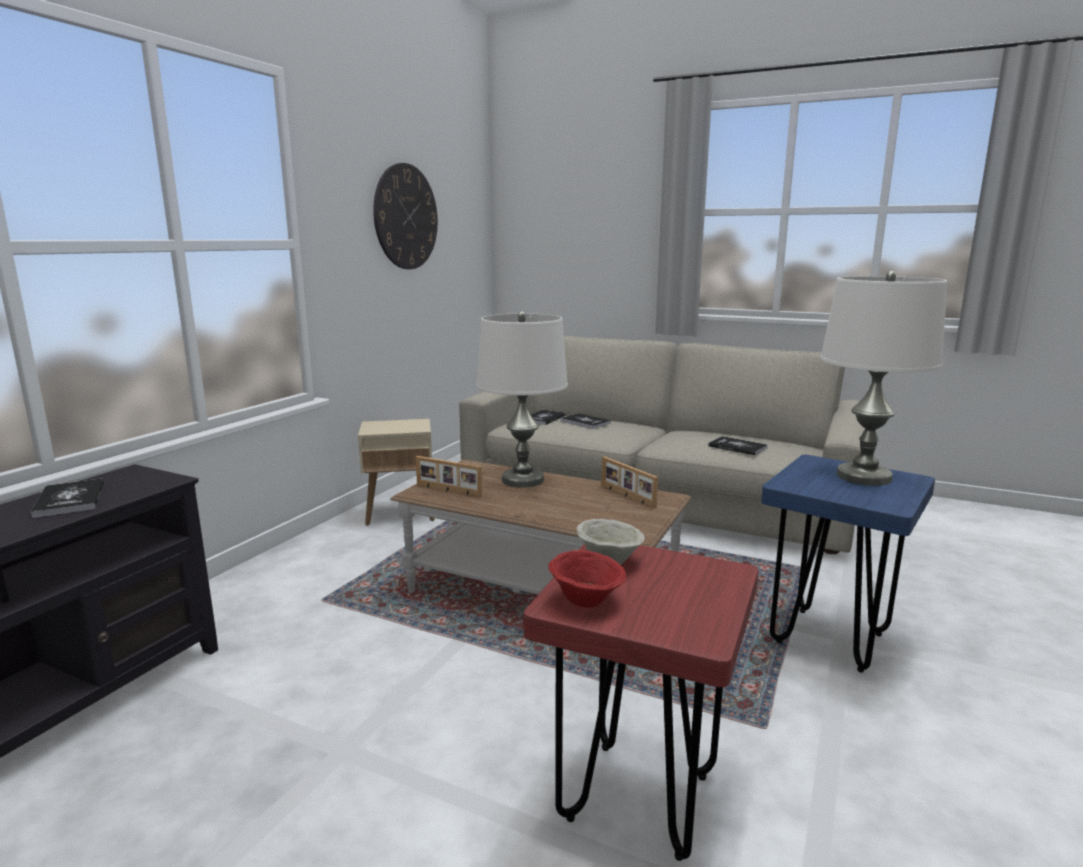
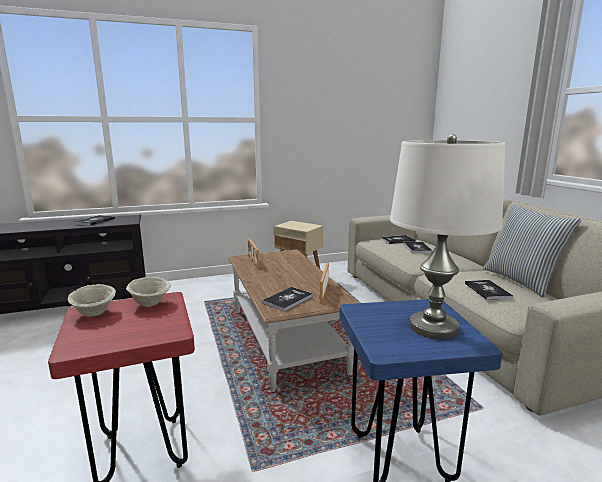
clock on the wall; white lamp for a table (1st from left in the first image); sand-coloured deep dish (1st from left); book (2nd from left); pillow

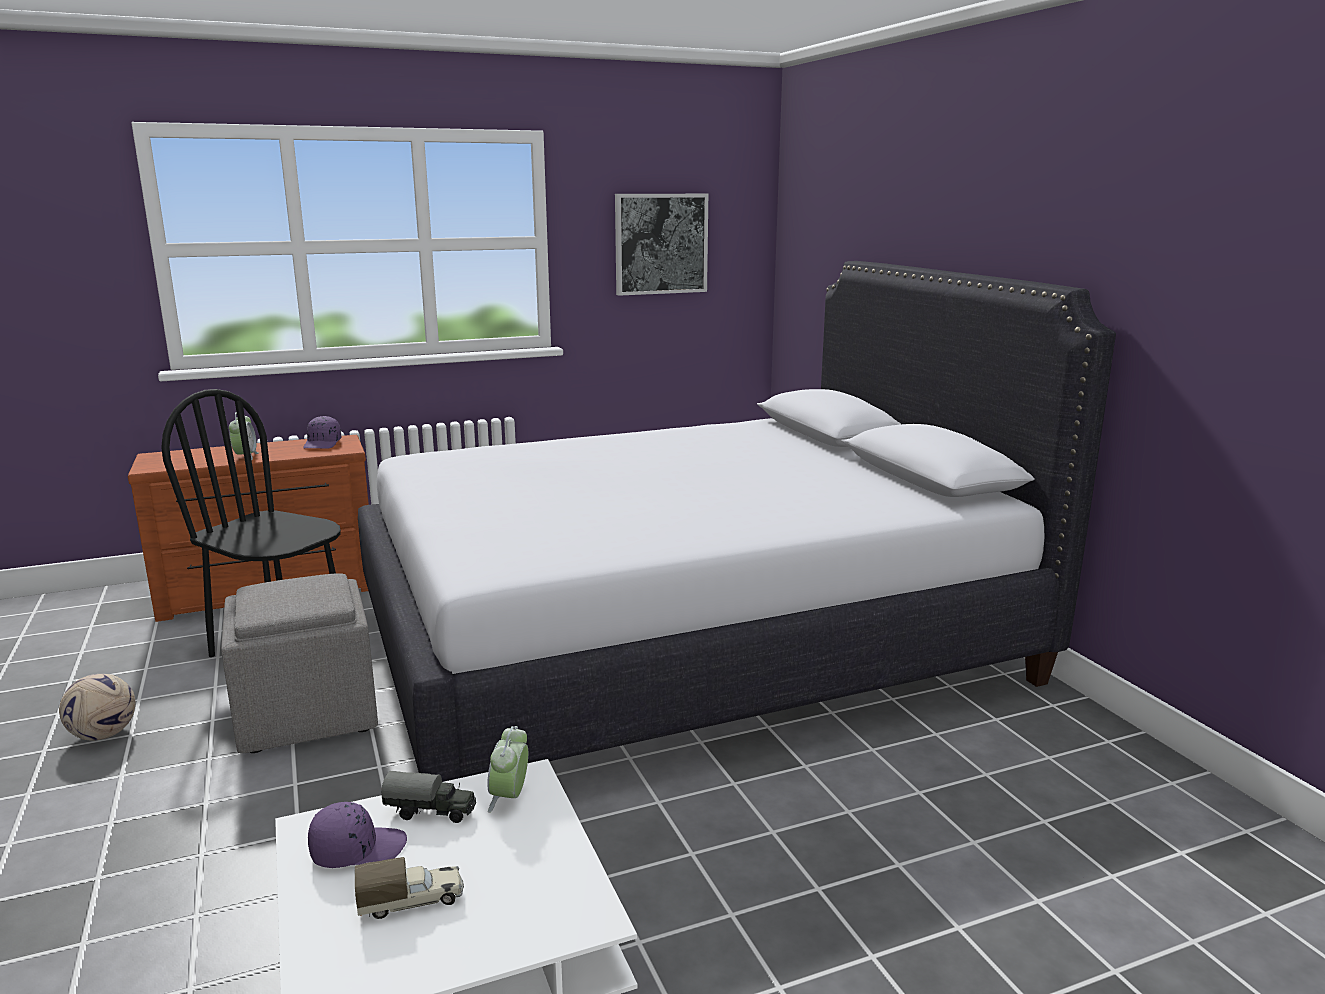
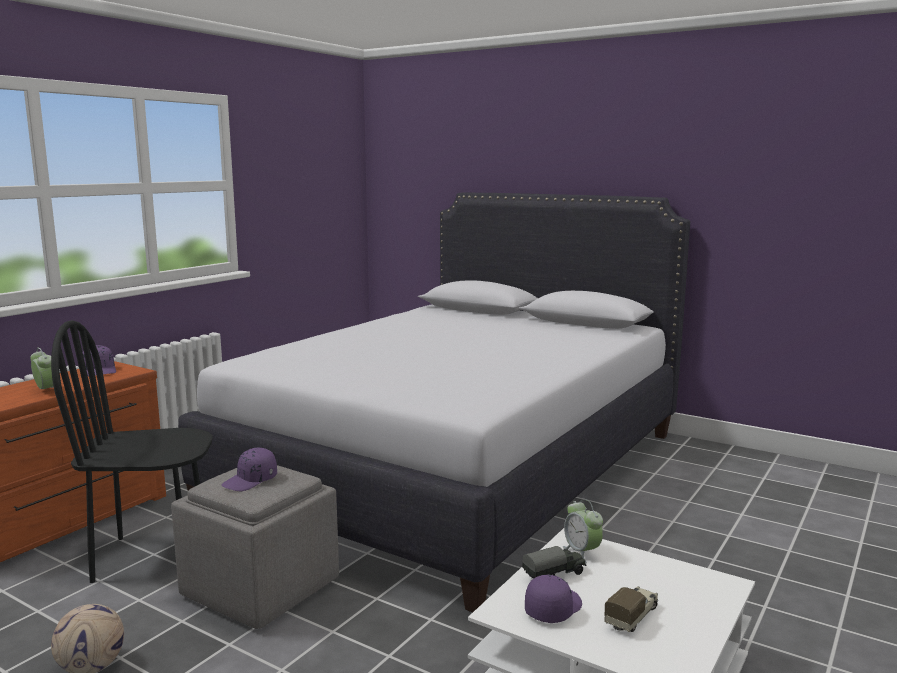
picture; purple-coloured peaked cap (2nd from left)

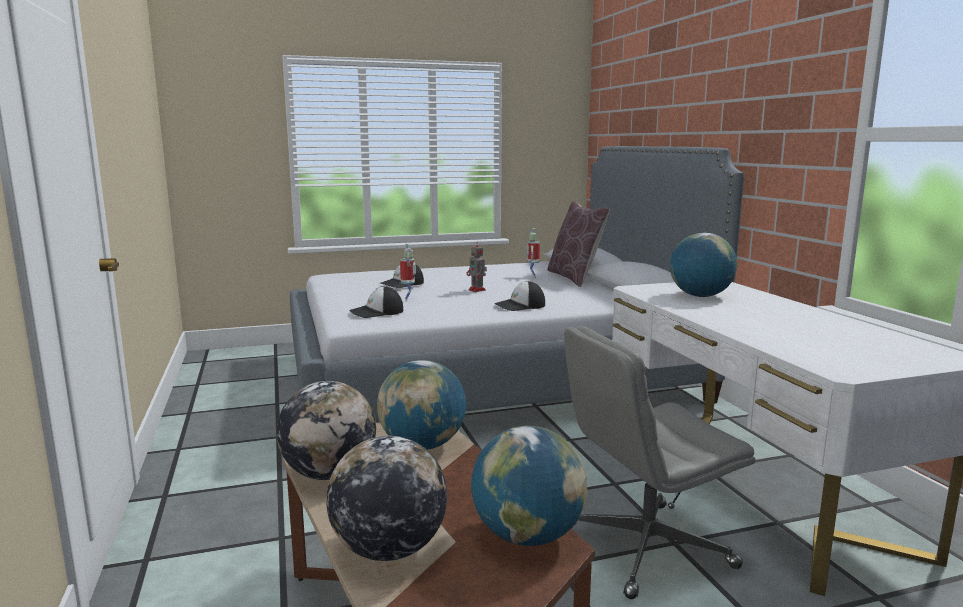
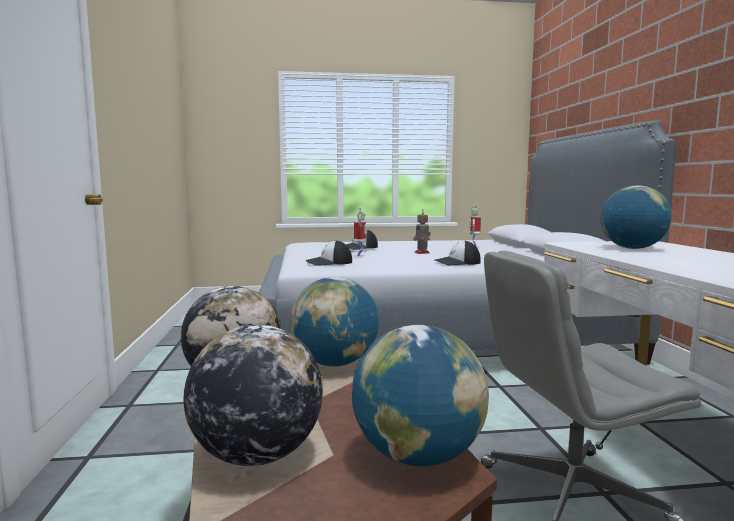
brown pillow

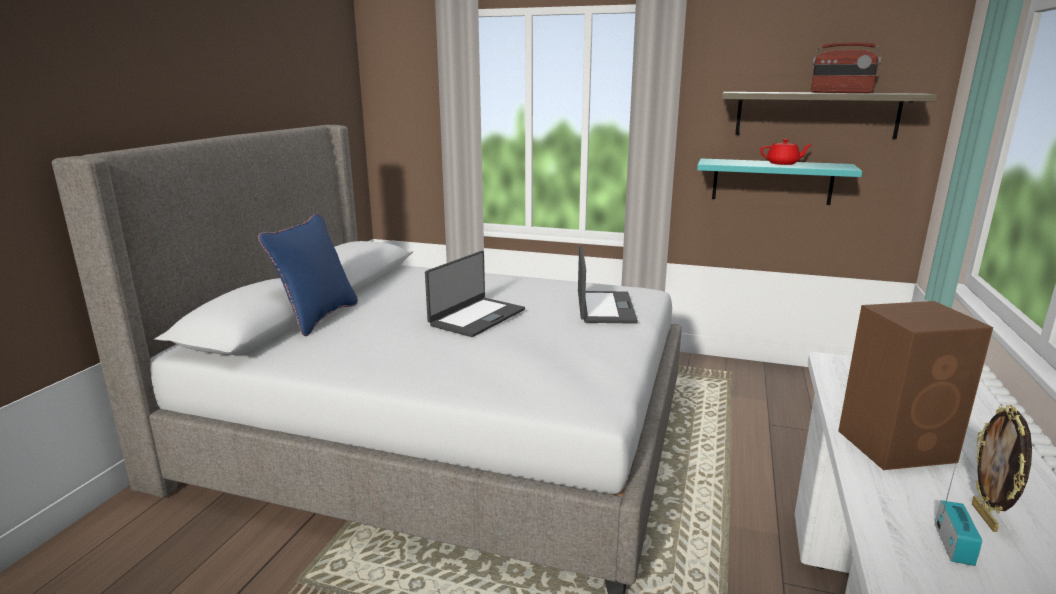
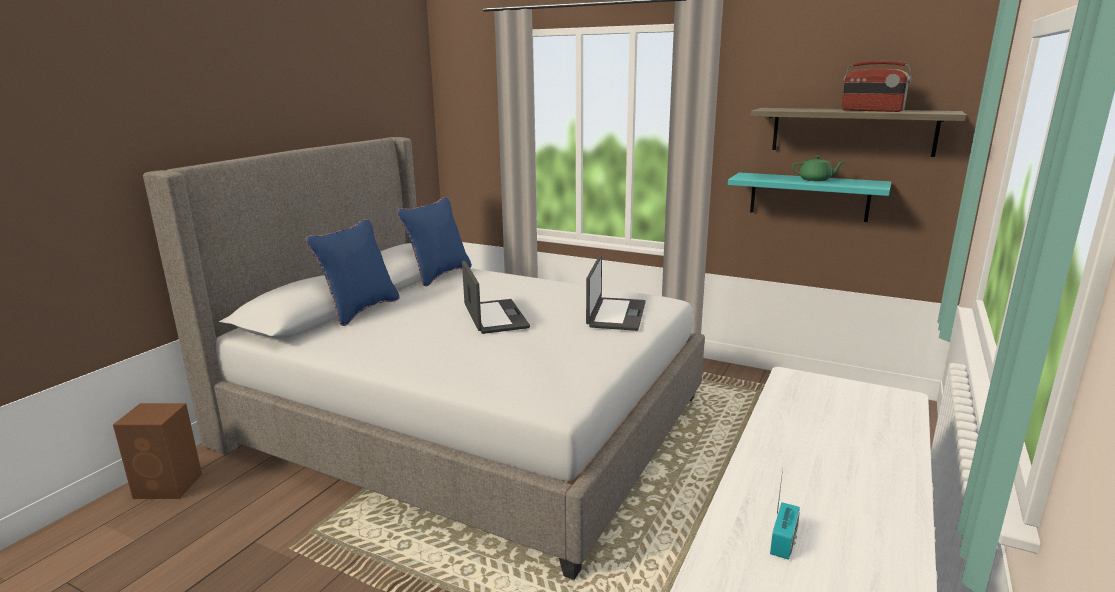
portable computer (1st from left); green-coloured pot for tea; brown audio speaker; picture frame; bluish pillow (2nd from left)

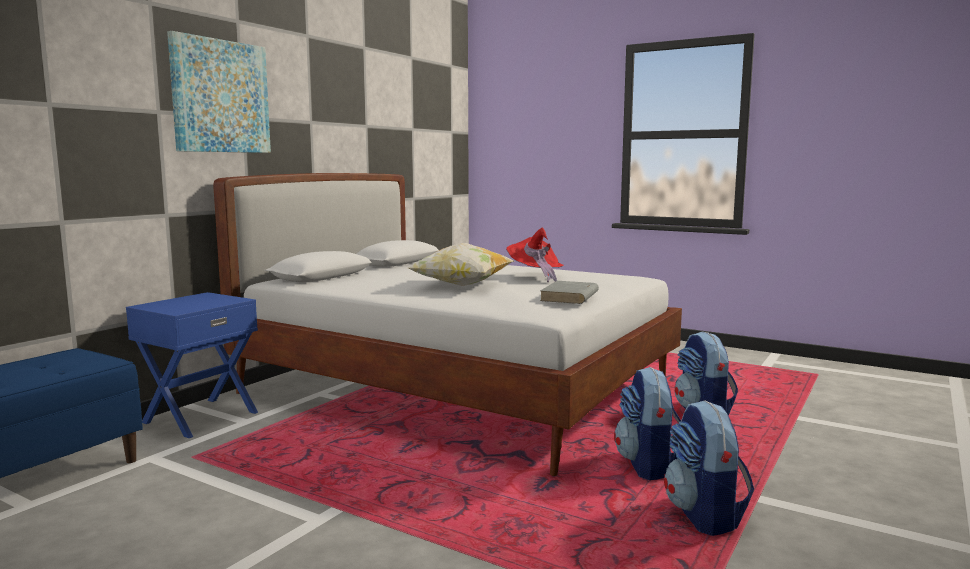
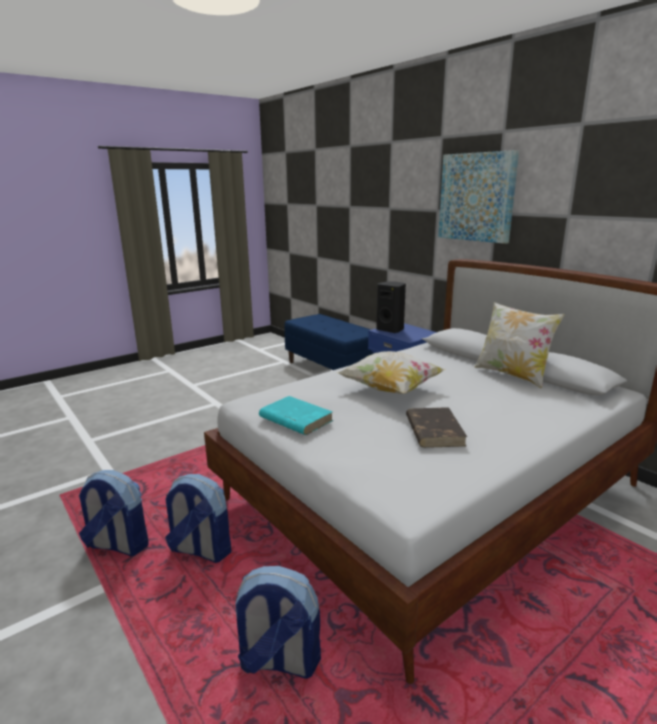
brown book; turquoise book; black audio speaker; pillow (2nd from left)

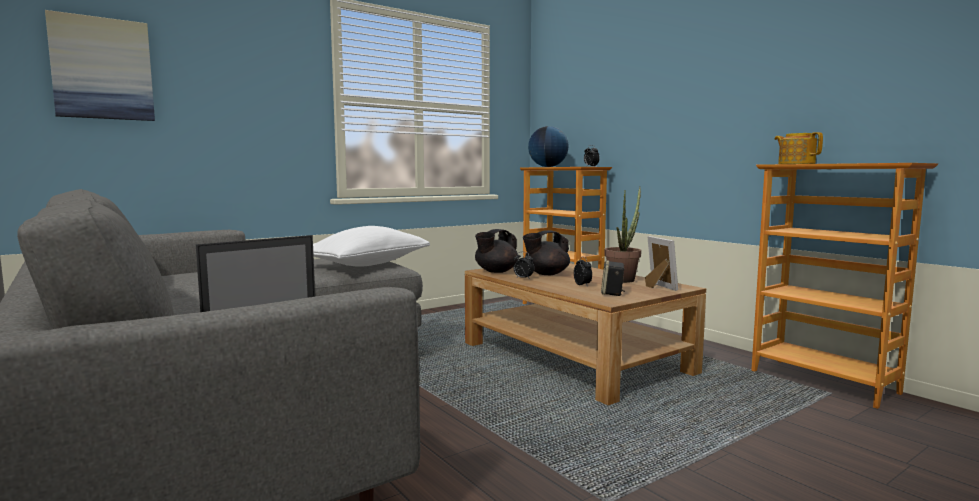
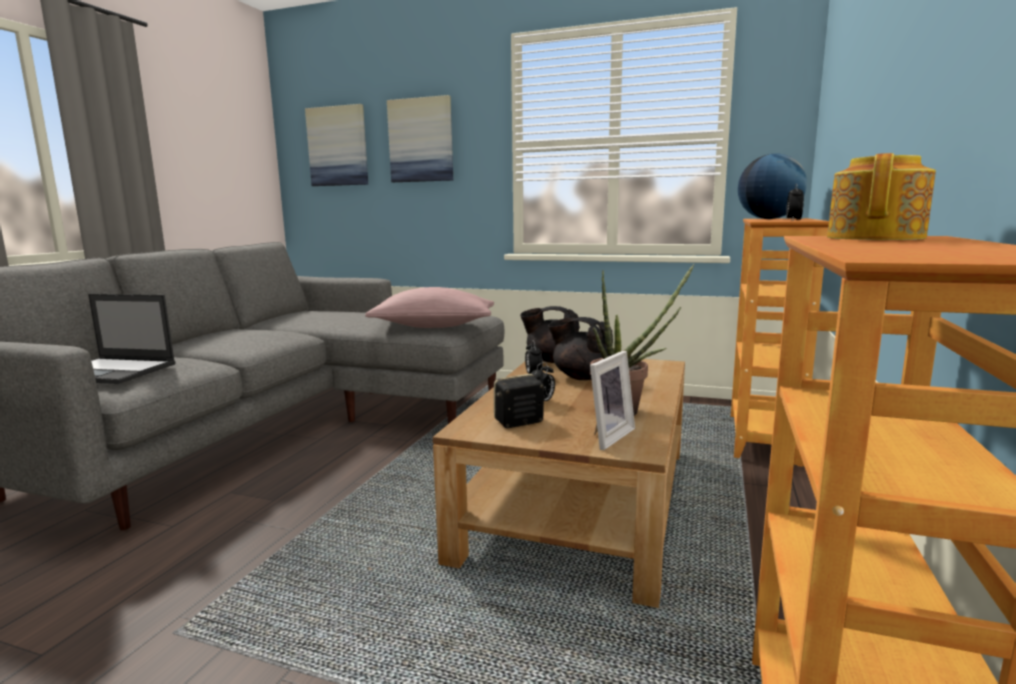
pink pillow; picture (2nd from left)

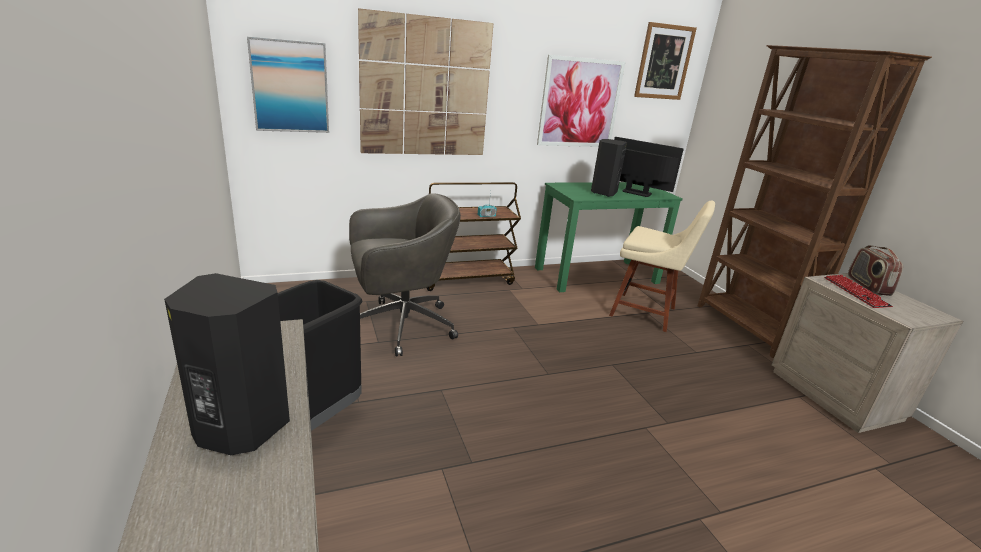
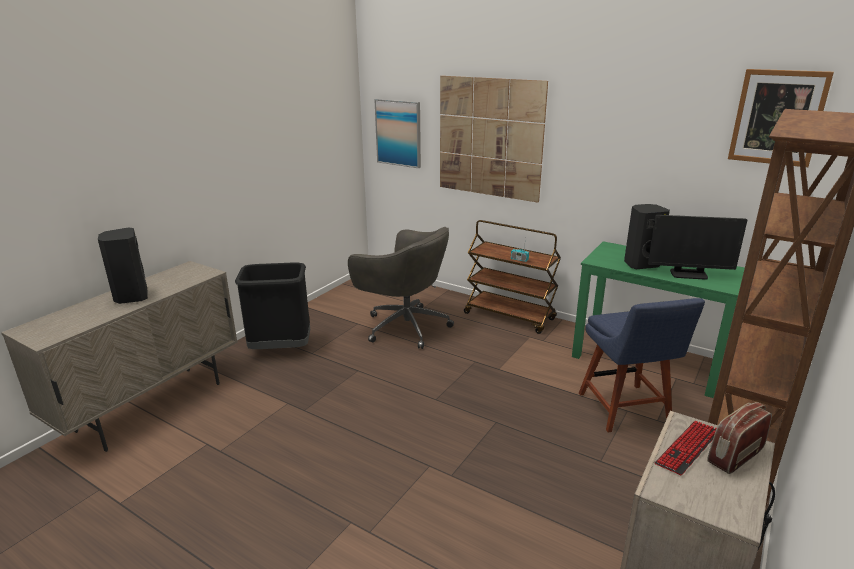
picture (3rd from left in the first image); bluish upright chair; computer screen

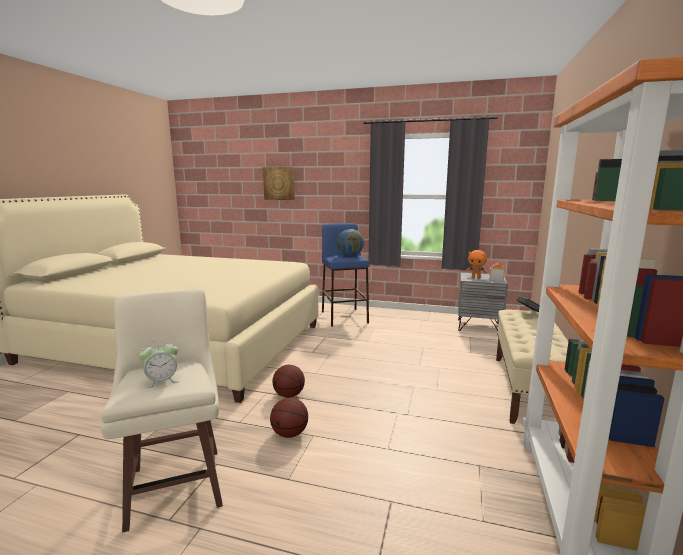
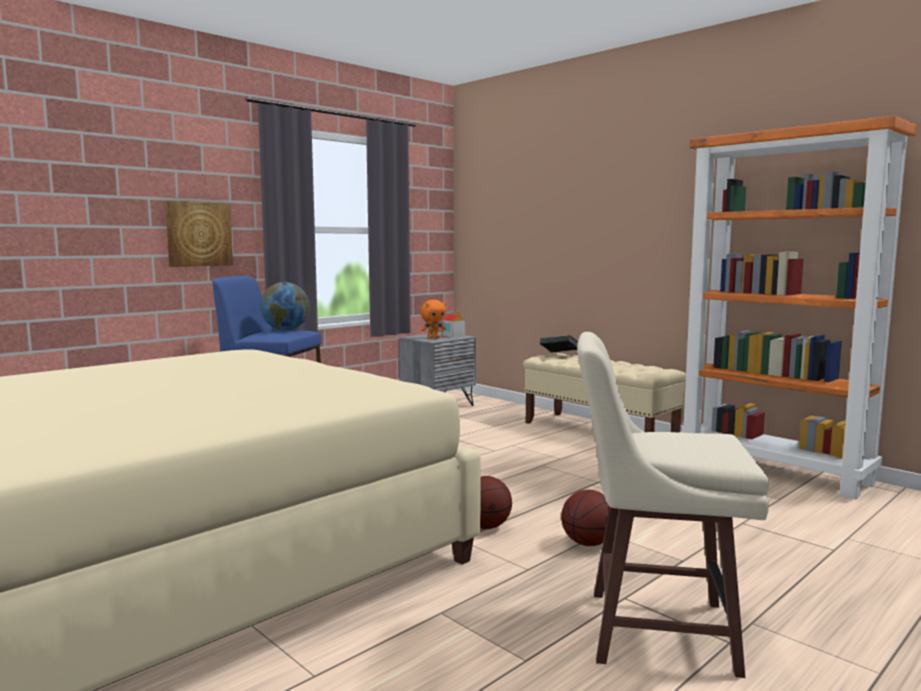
alarm clock; picture

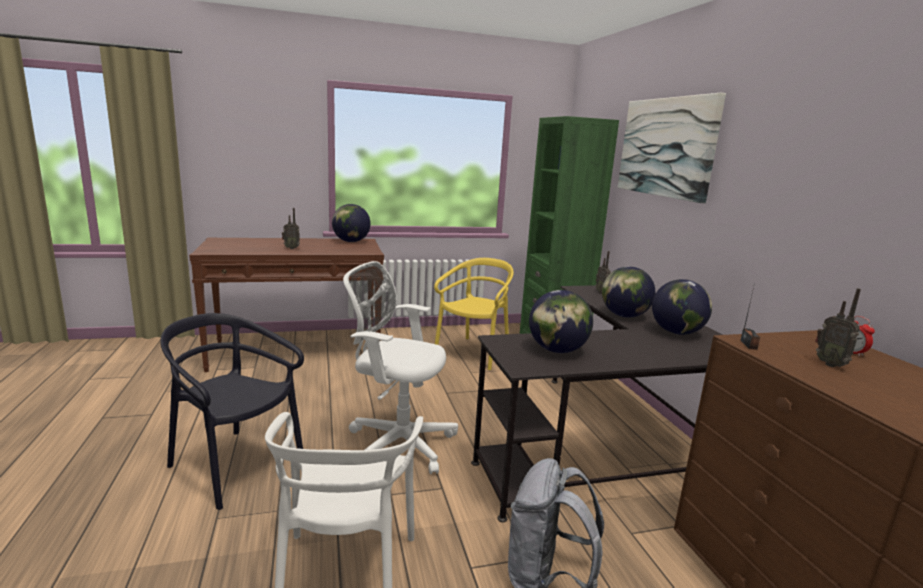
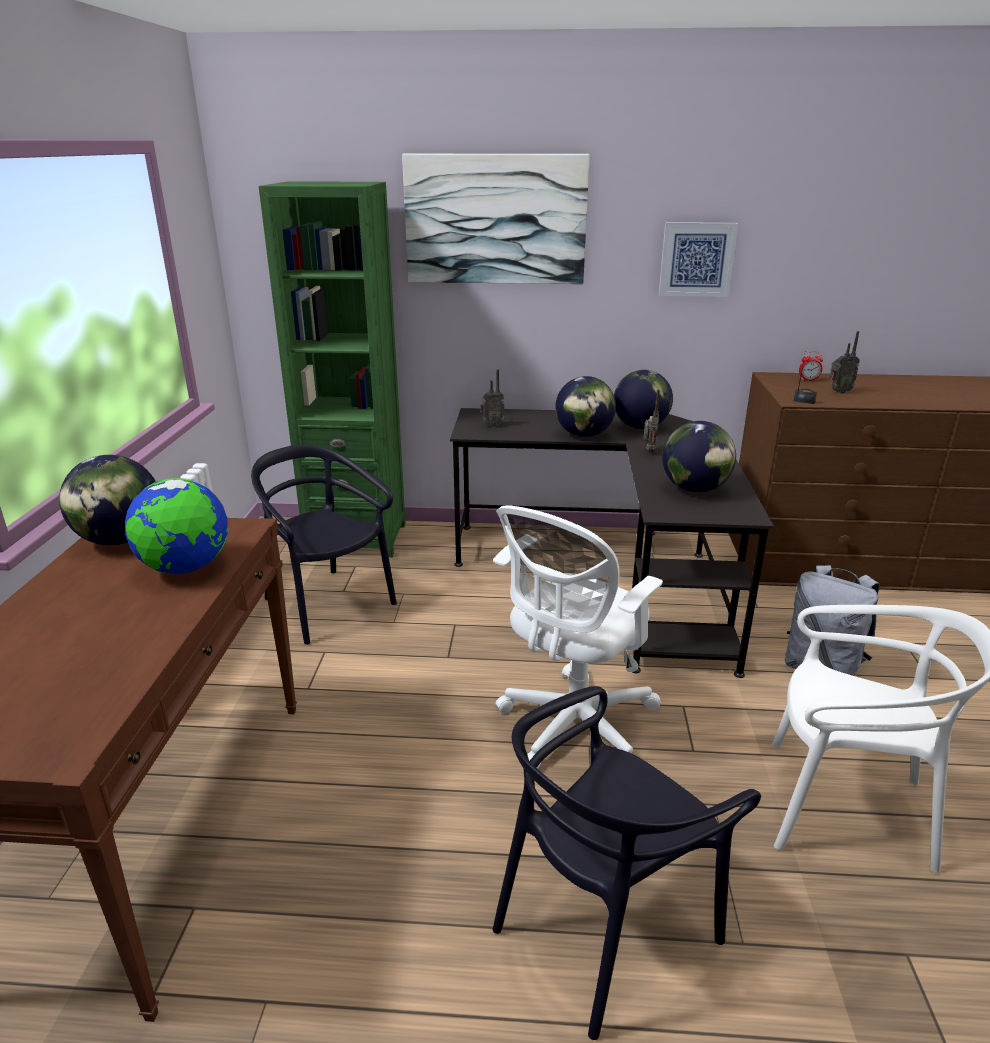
radio set (2nd from left); black upright chair (1st from left); world globe (2nd from left); picture (2nd from left)

